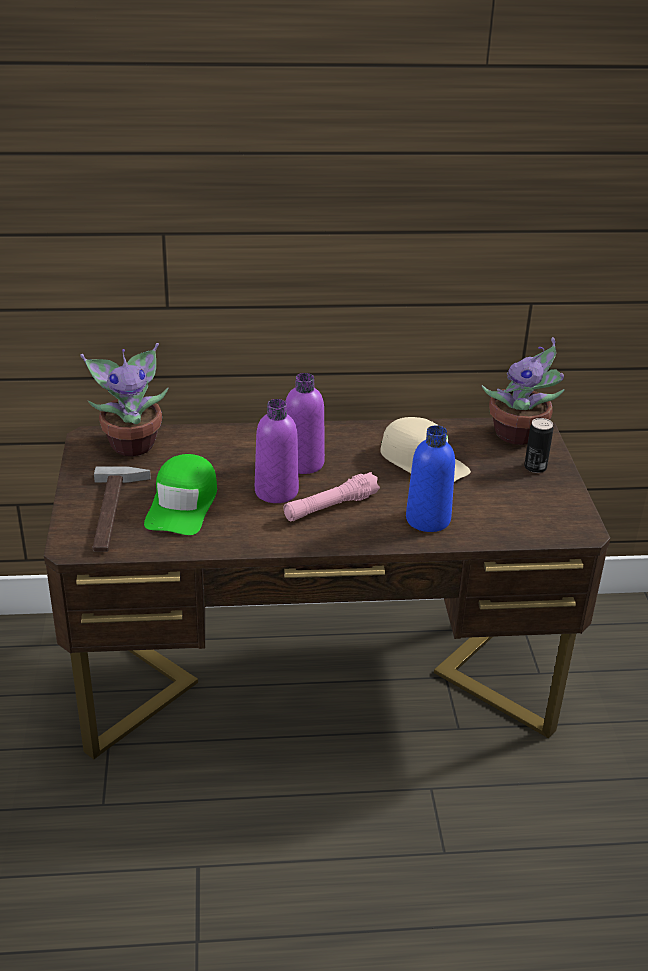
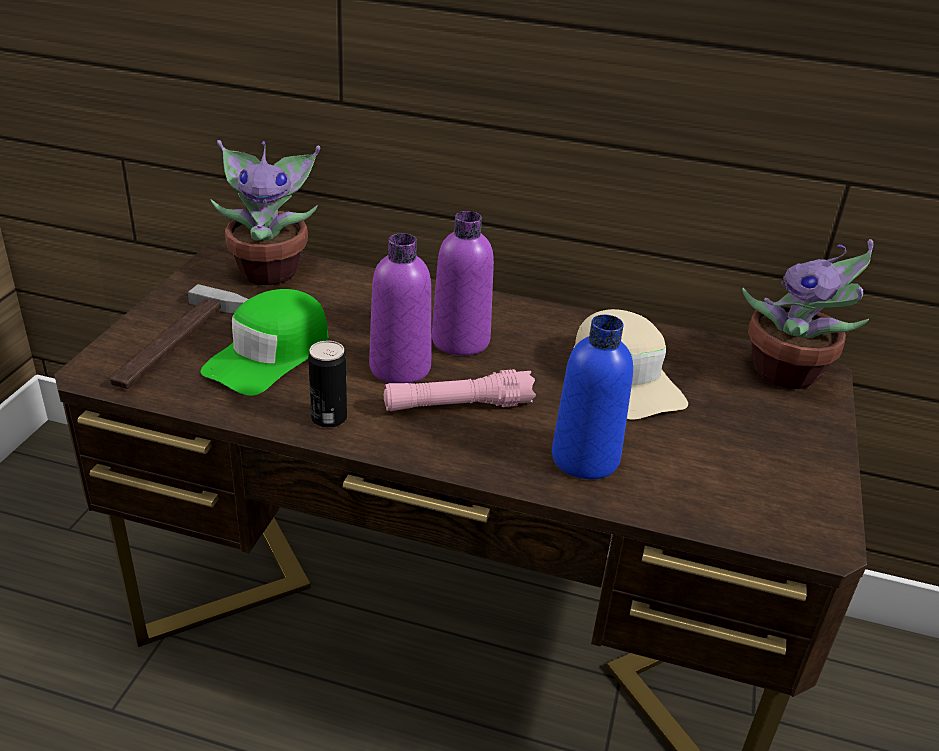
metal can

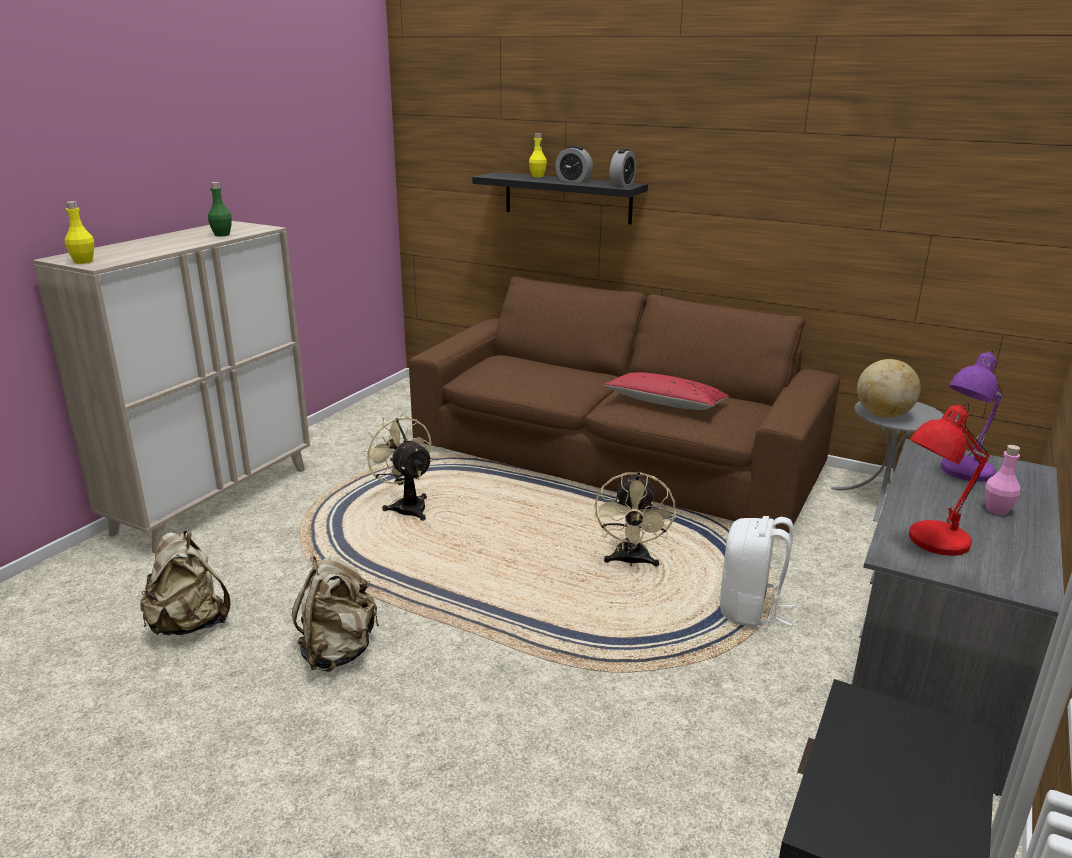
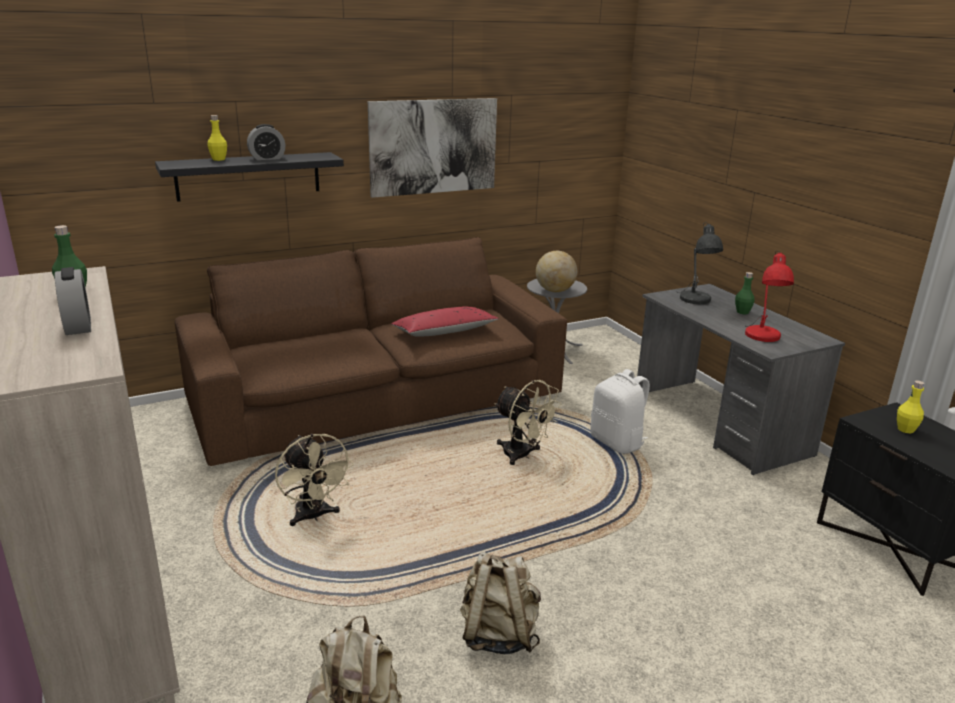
yellowish bottle (2nd from left); sand-coloured cooling fan (1st from left); alarm clock (1st from left); gray lamp for a table; green-coloured bottle (2nd from left); picture

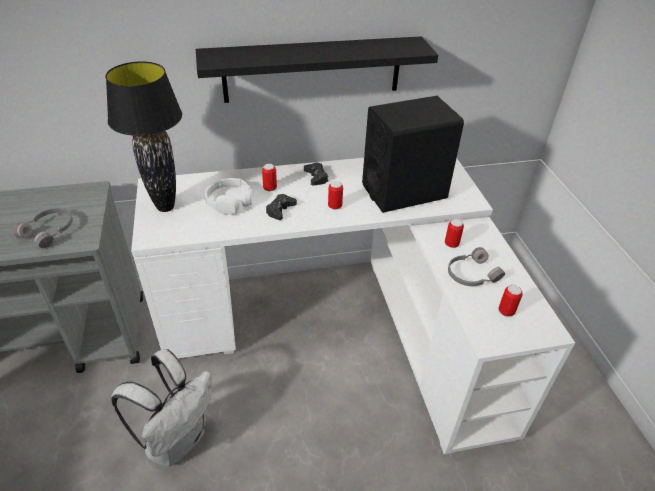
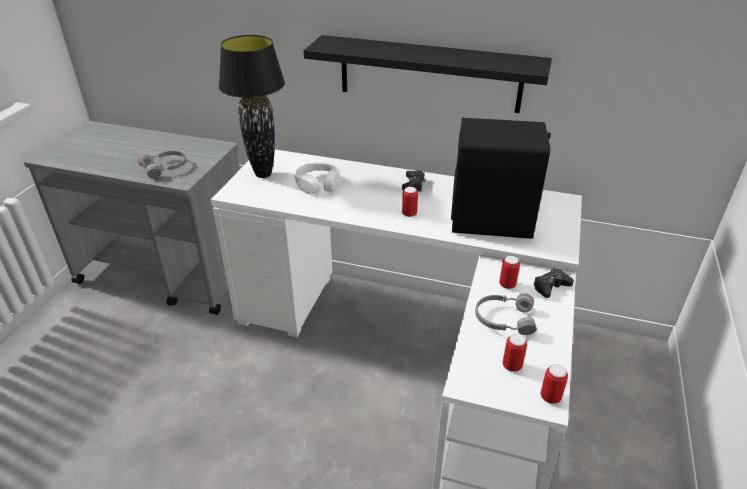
white backpack; metal can (4th from left); black game controller (2nd from left)

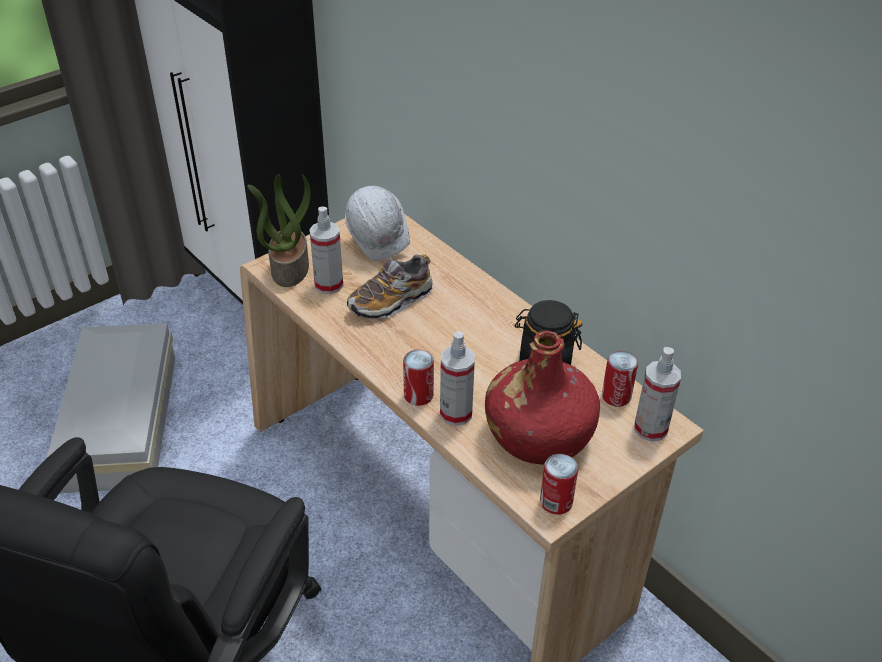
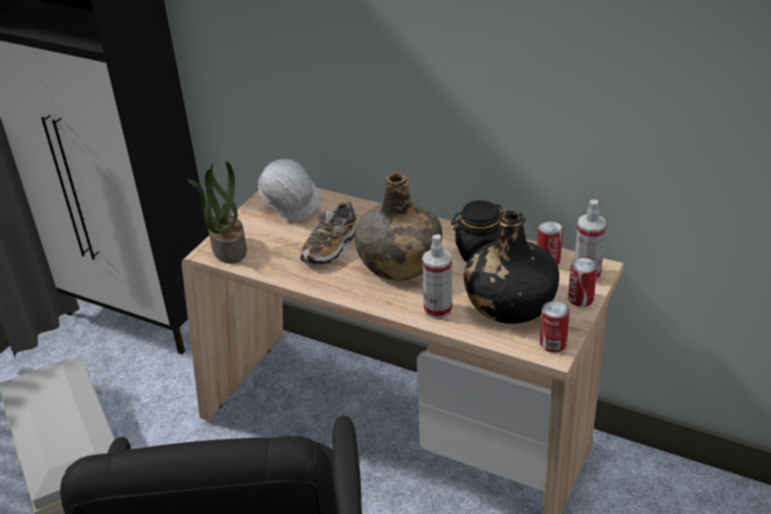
spray bottle (1st from left in the first image); metal can (3rd from left); black bottle; green-coloured bottle

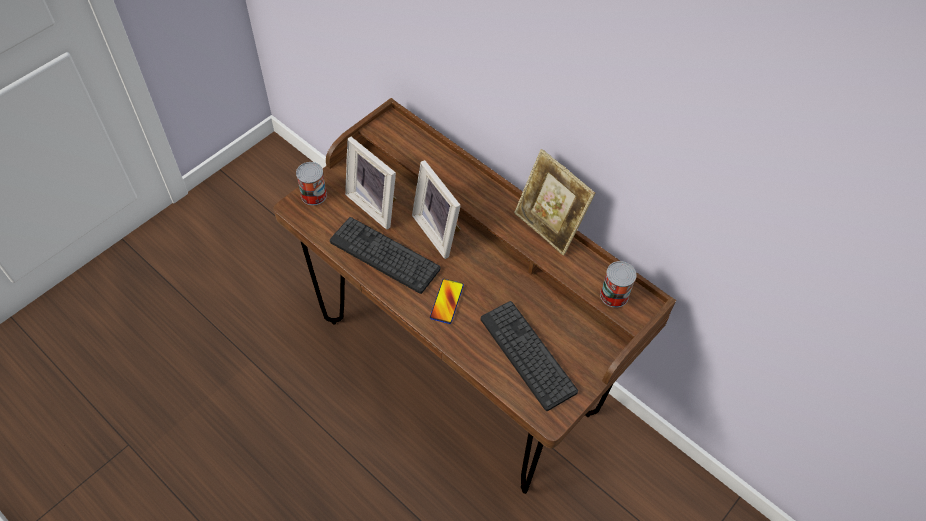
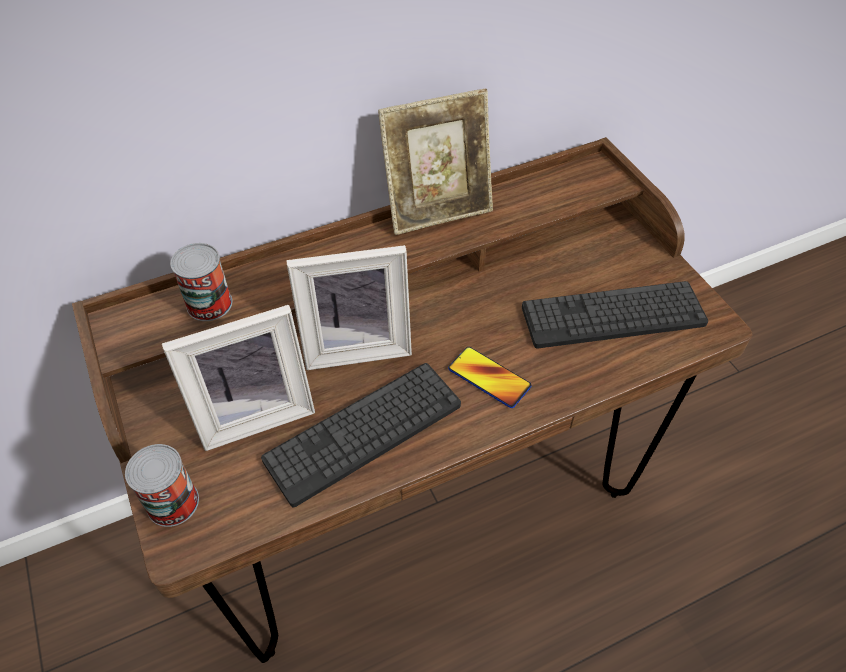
metal can (2nd from left)

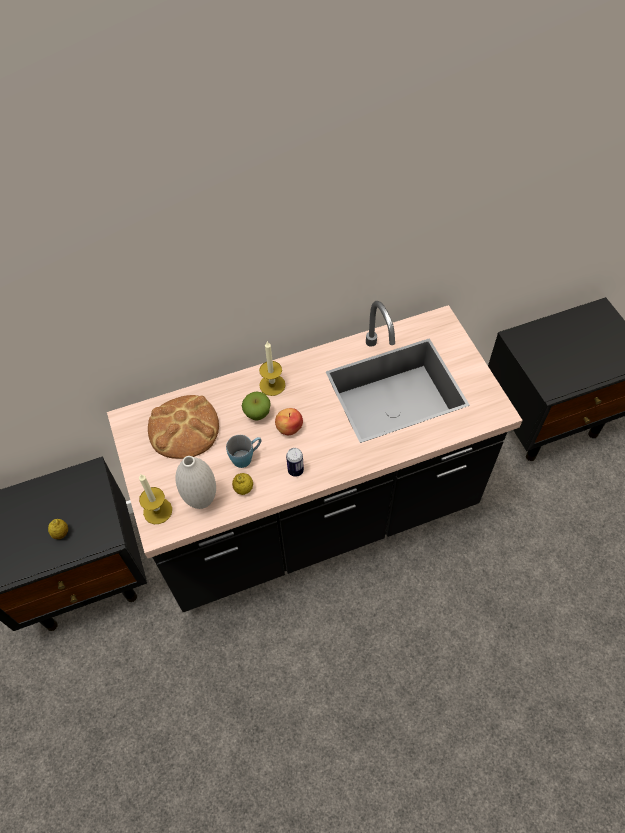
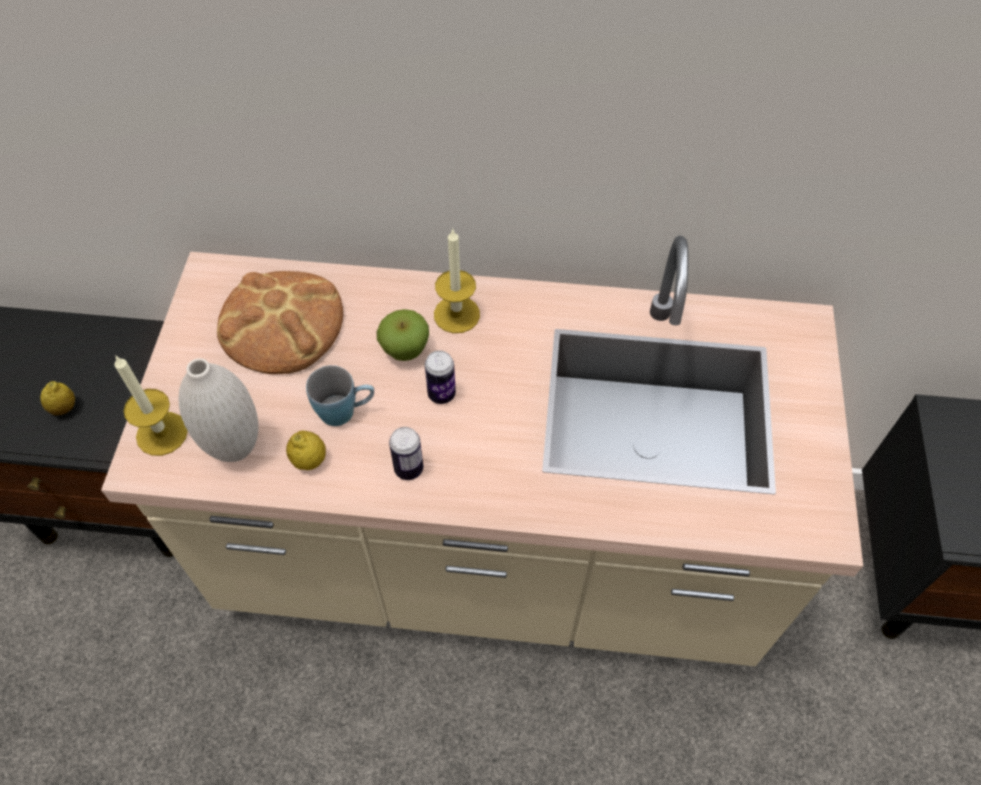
sand-coloured kitchen counter; metal can (2nd from left)

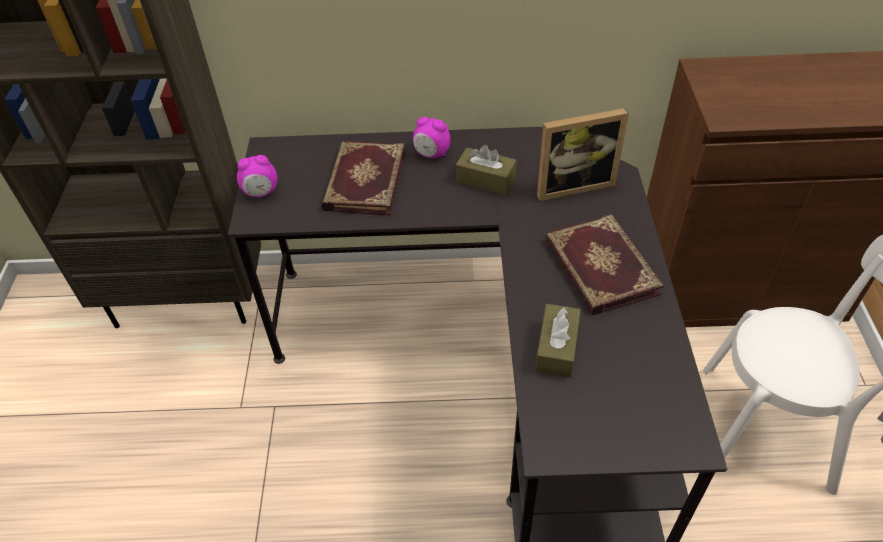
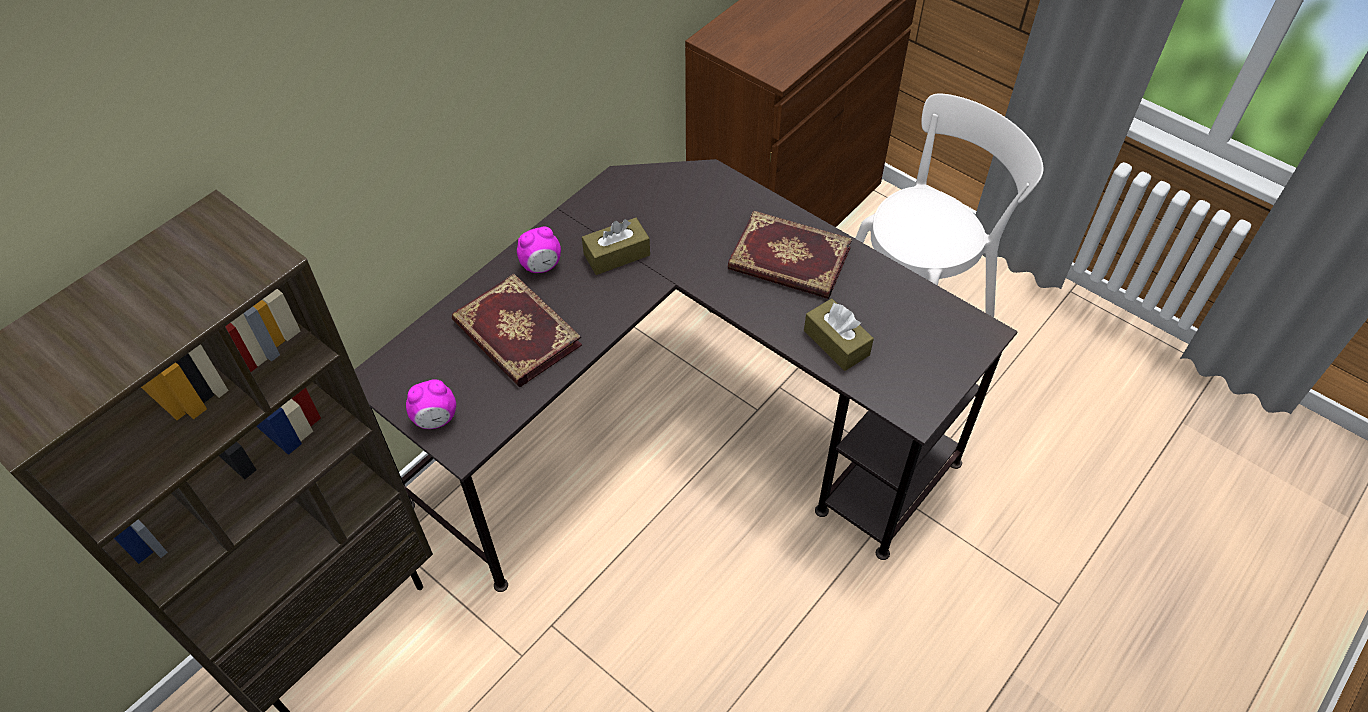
alarm clock (1st from left); picture frame

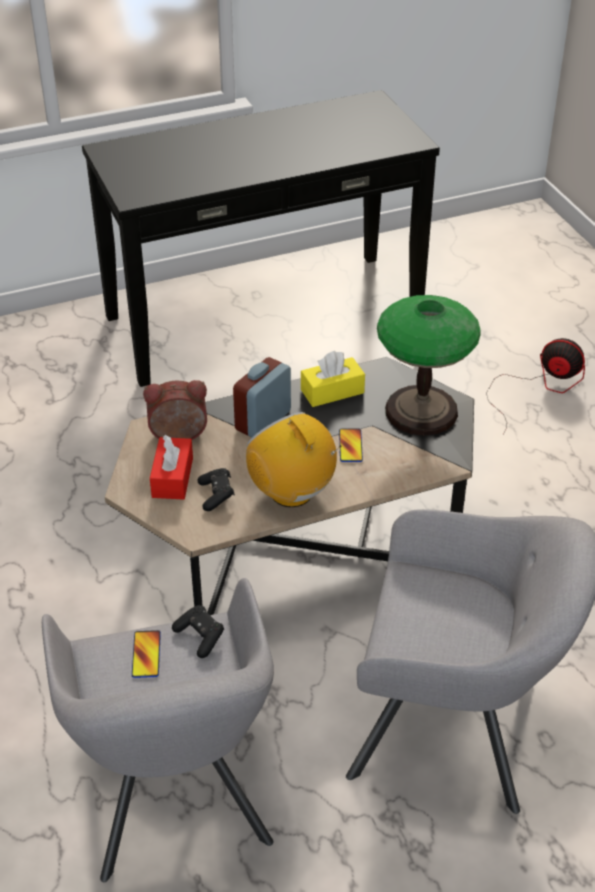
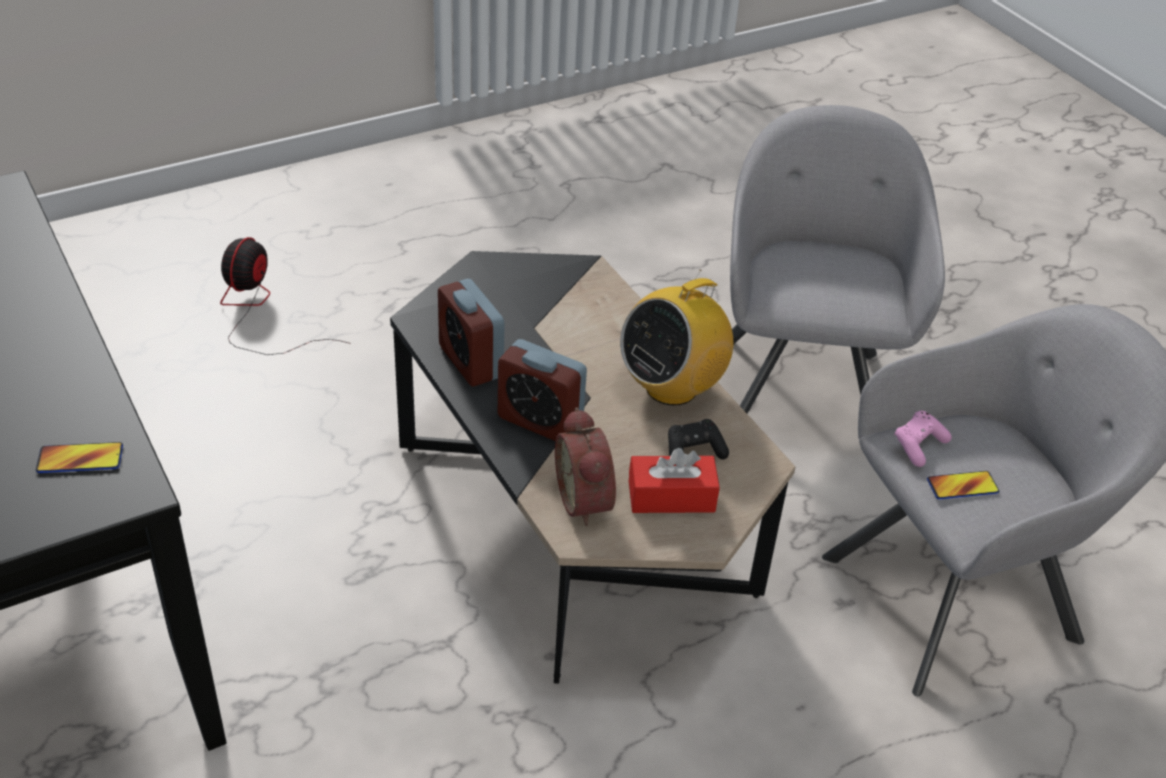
pink game controller; alarm clock (1st from left); handset (1st from left); lamp for a table

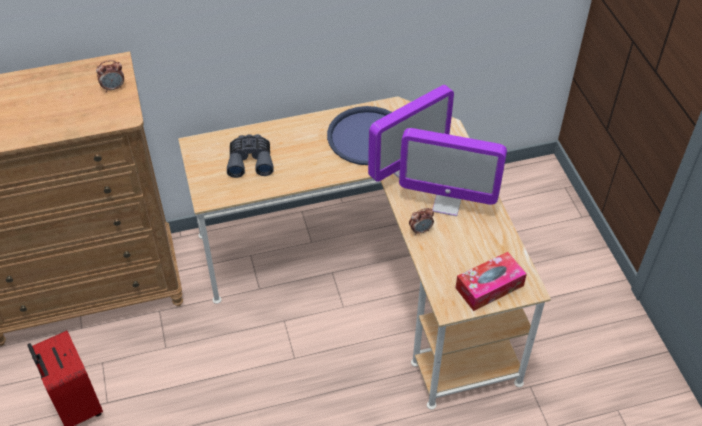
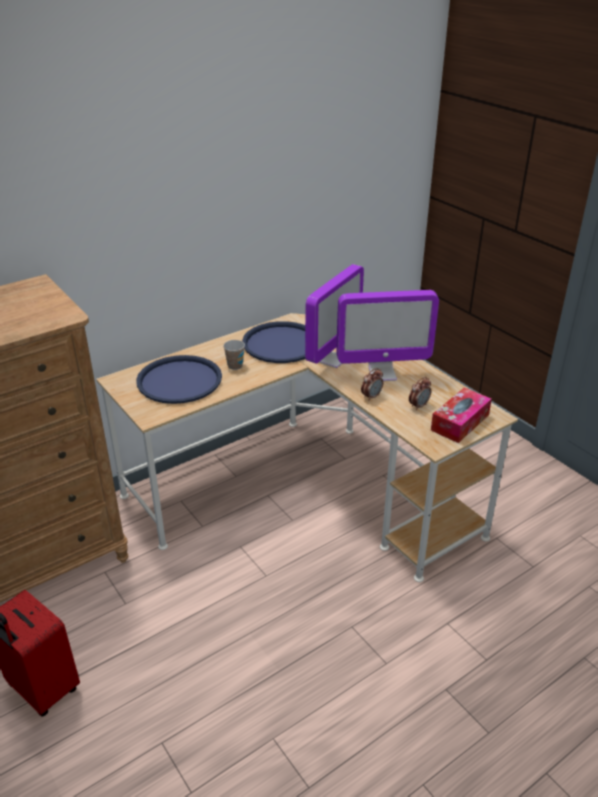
alarm clock (2nd from left); bluish carrying tray (1st from left); cup

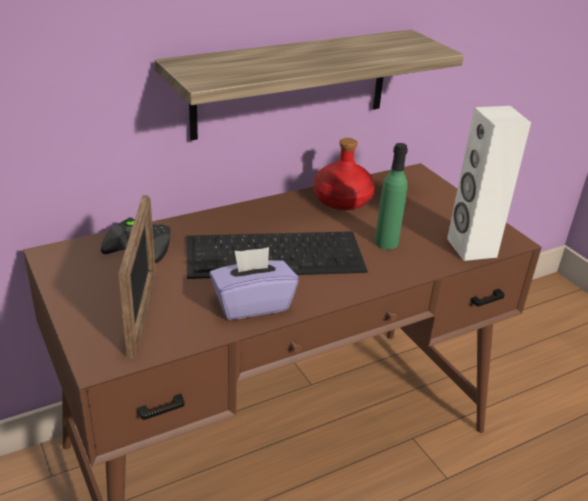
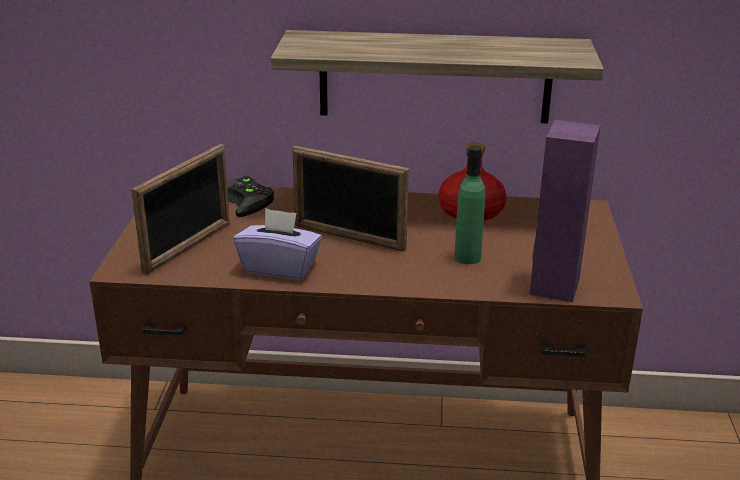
picture frame (2nd from left); purple-coloured audio speaker

